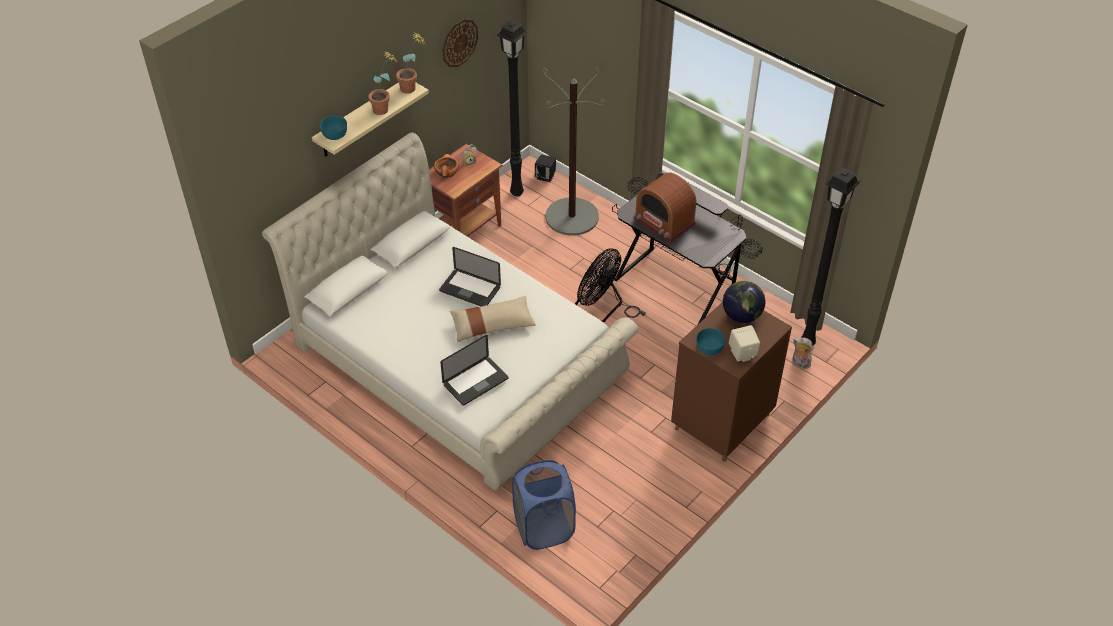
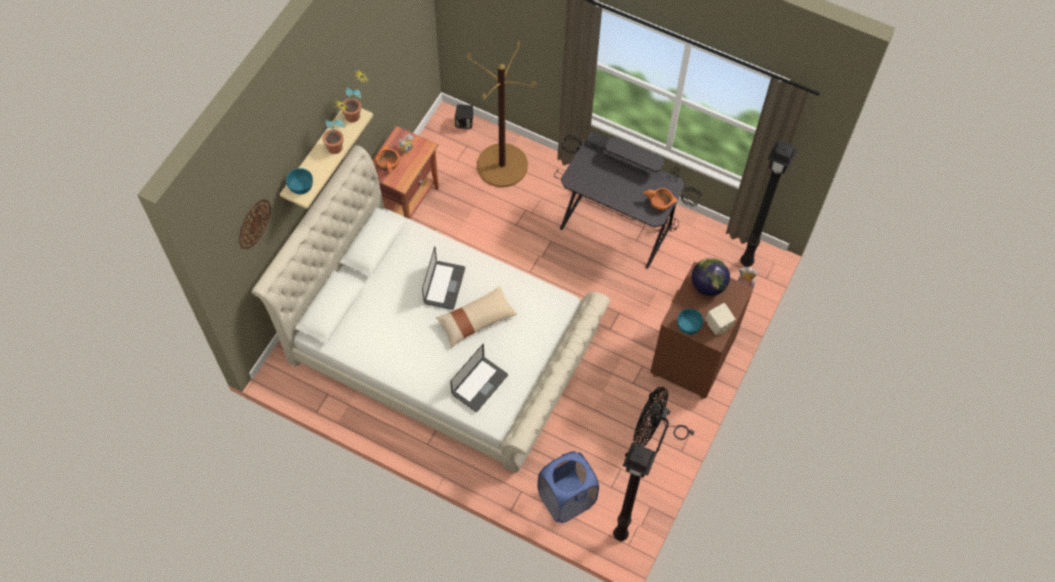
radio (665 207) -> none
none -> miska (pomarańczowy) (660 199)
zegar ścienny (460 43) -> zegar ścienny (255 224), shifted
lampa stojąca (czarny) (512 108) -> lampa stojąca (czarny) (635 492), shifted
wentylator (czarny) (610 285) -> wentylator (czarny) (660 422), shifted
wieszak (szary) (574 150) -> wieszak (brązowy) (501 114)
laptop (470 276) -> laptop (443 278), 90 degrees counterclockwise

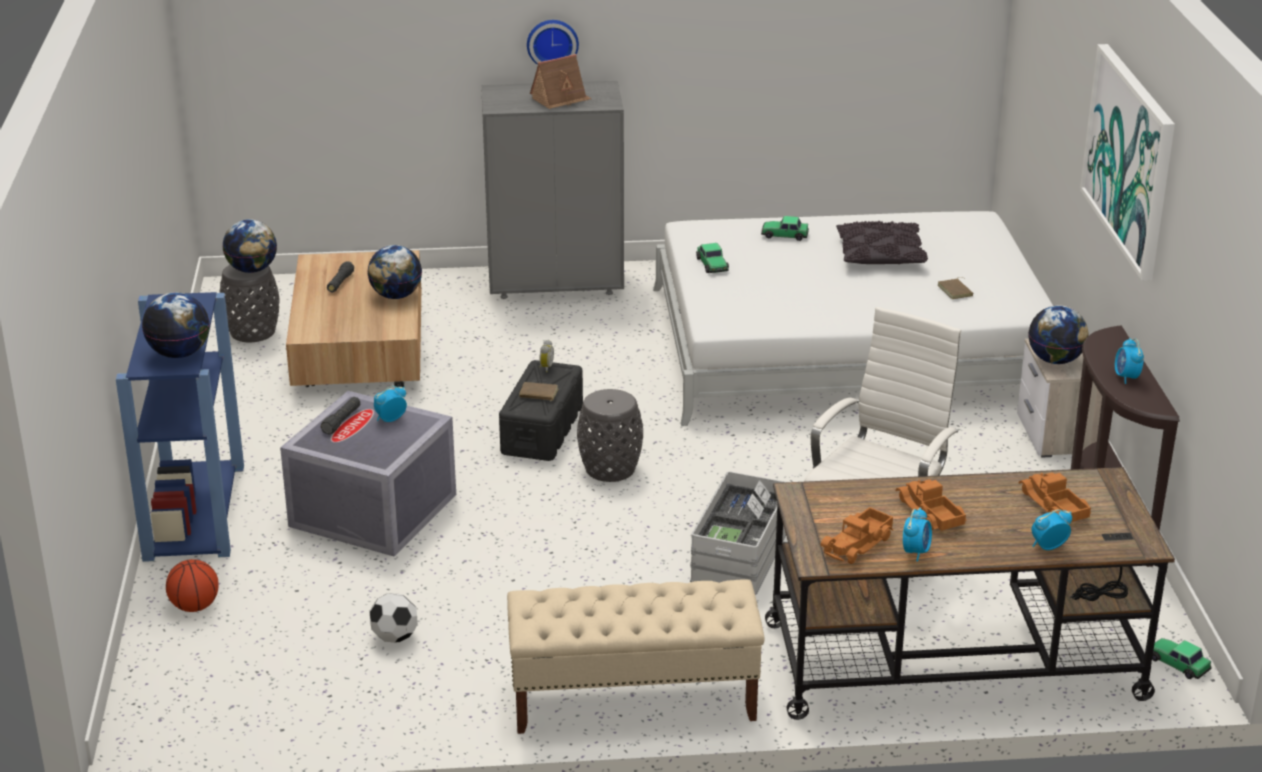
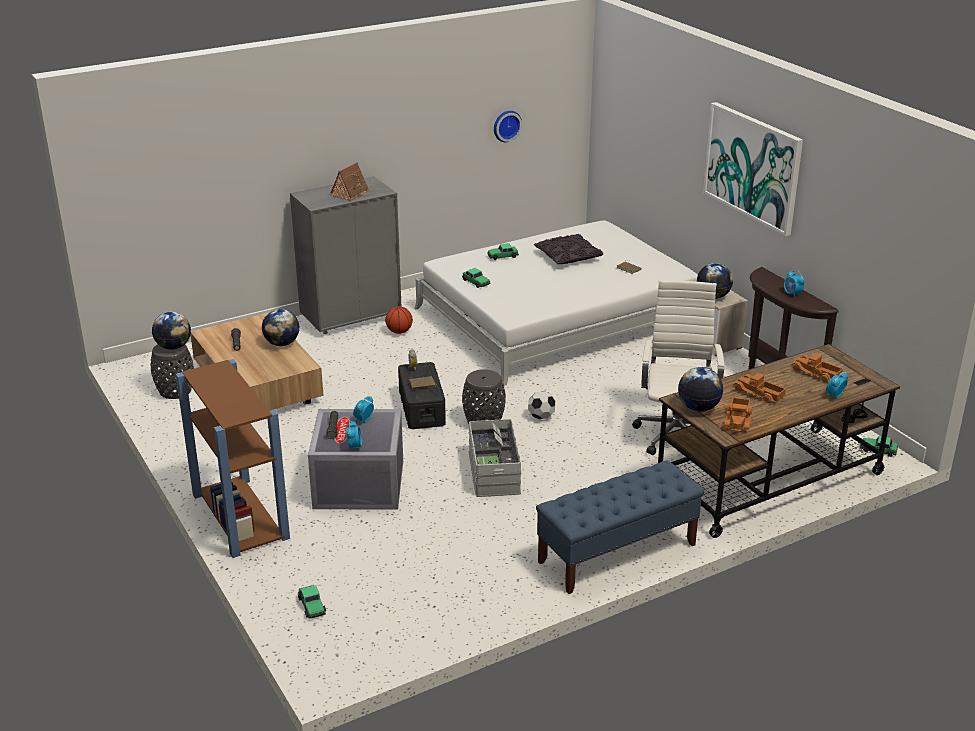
none -> samochodzik (312 602)
globus (176 325) -> globus (700 389), shifted
piłka do koszykówki (192 585) -> piłka do koszykówki (399 320), shifted
piłka futbolowa (394 618) -> piłka futbolowa (541 405), shifted
zegar ścienny (553 42) -> zegar ścienny (508 126), shifted
pojemnik do przechowywania (szary) (738 533) -> pojemnik do przechowywania (szary) (495 458), shifted
budzik (917 535) -> budzik (354 436), shifted
regał (niebieski) (180 427) -> regał (brązowy) (233 458)
ławka (beżowy) (636 656) -> ławka (niebieski) (620 527)

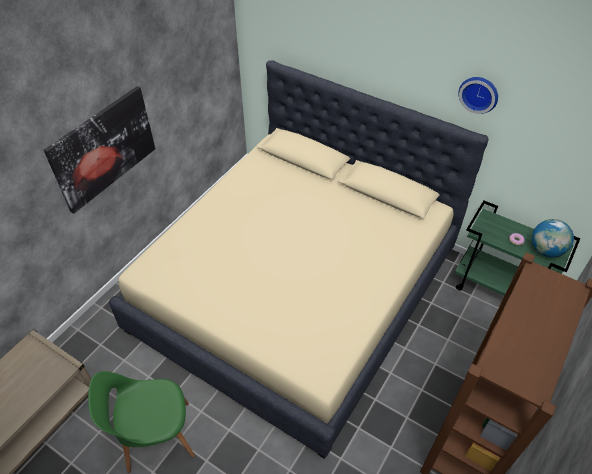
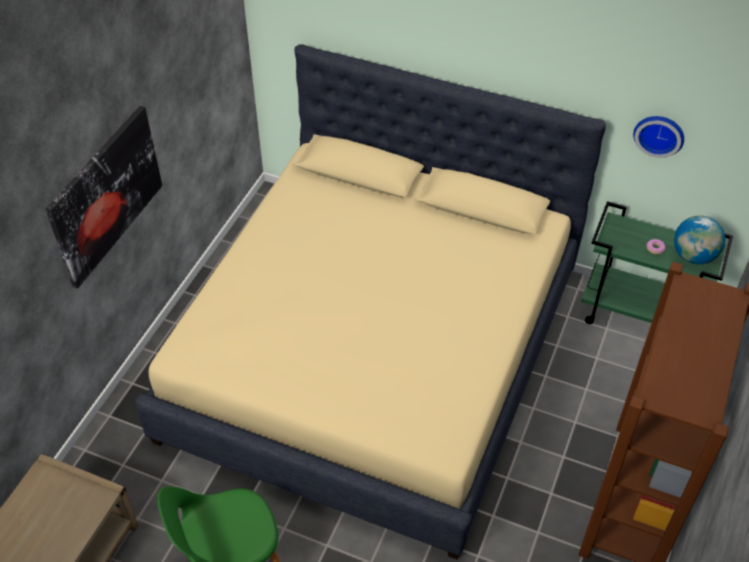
zegar ścienny (478 95) -> zegar ścienny (658 137), shifted

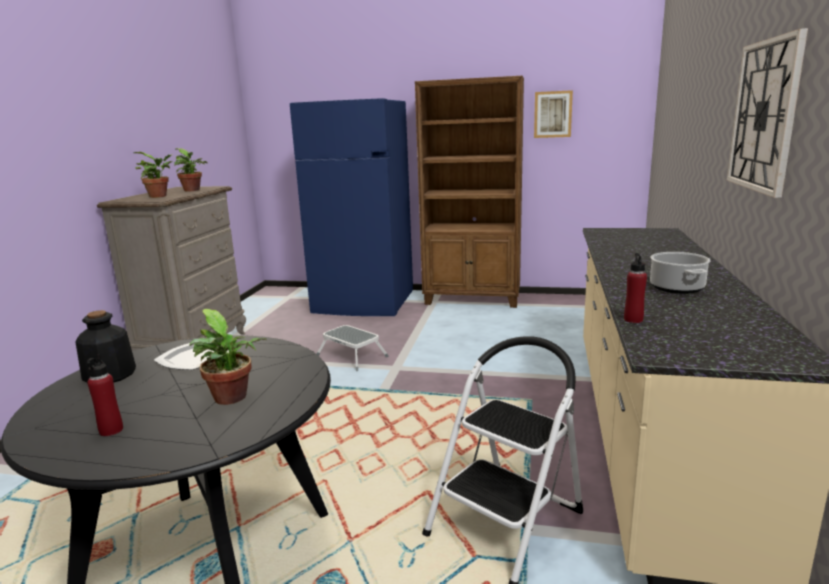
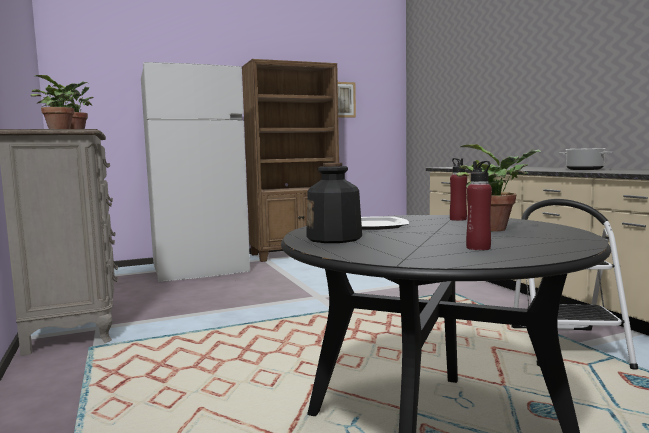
drabinka (szary) (353 348) -> none
zegar ścienny (767 113) -> none
butelka (czerwony) (635 288) -> butelka (czerwony) (458 189), shifted
lodówka (niebieski) (351 207) -> lodówka (biały) (195 172)

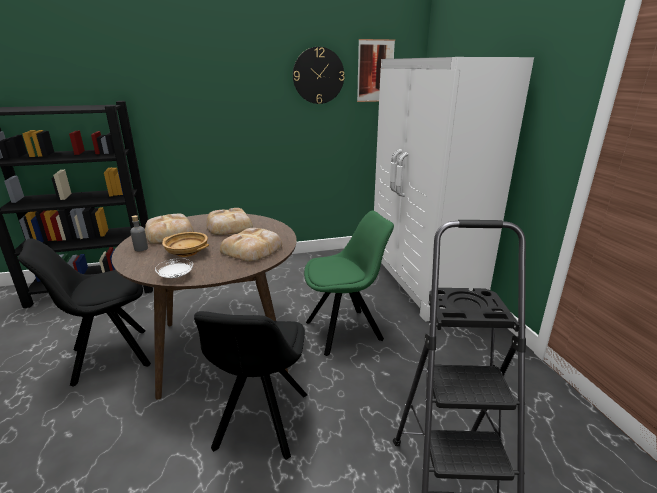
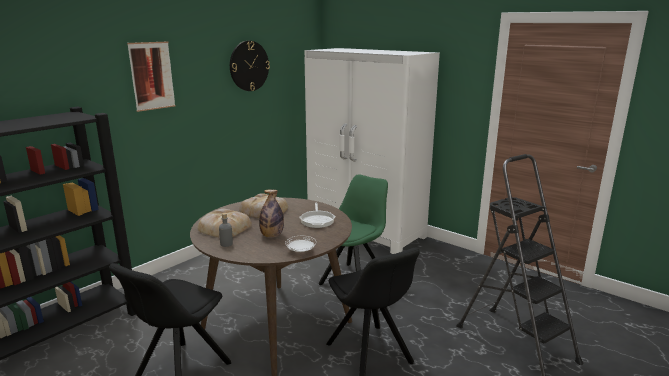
obraz (376 70) -> obraz (151 77), shifted
miska (beżowy) (185 244) -> butelka (271 214)
chleb (251 245) -> patelnia (317 215)

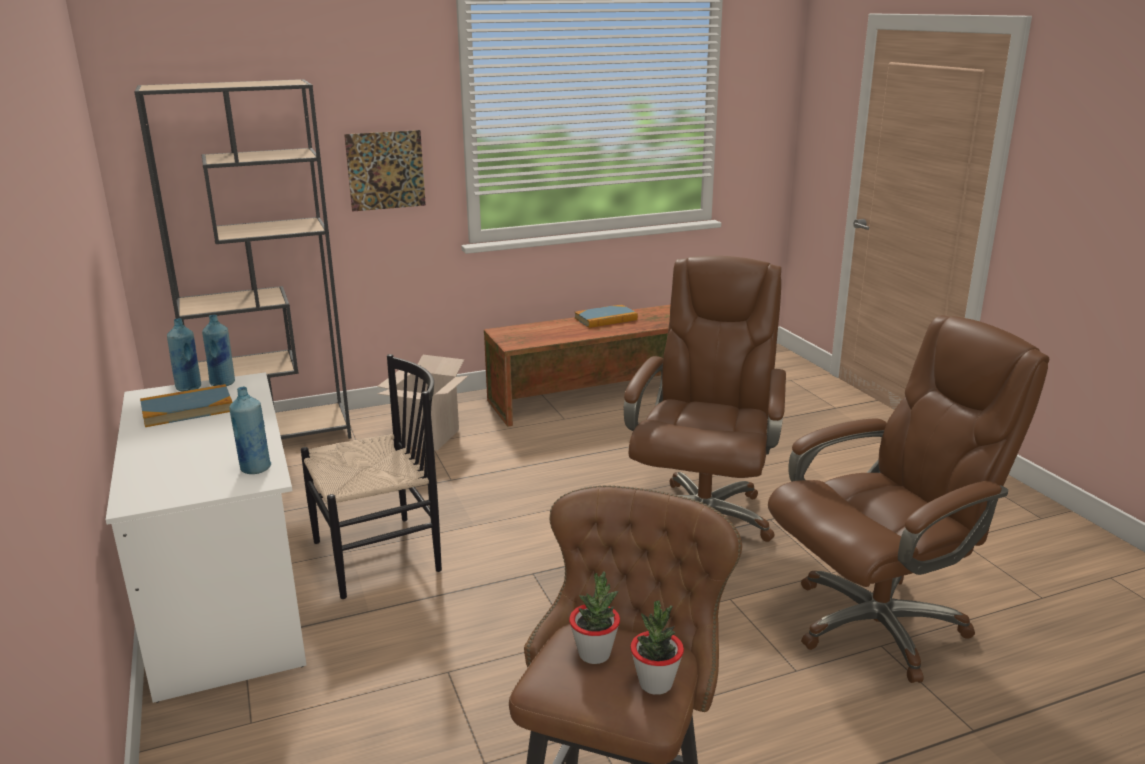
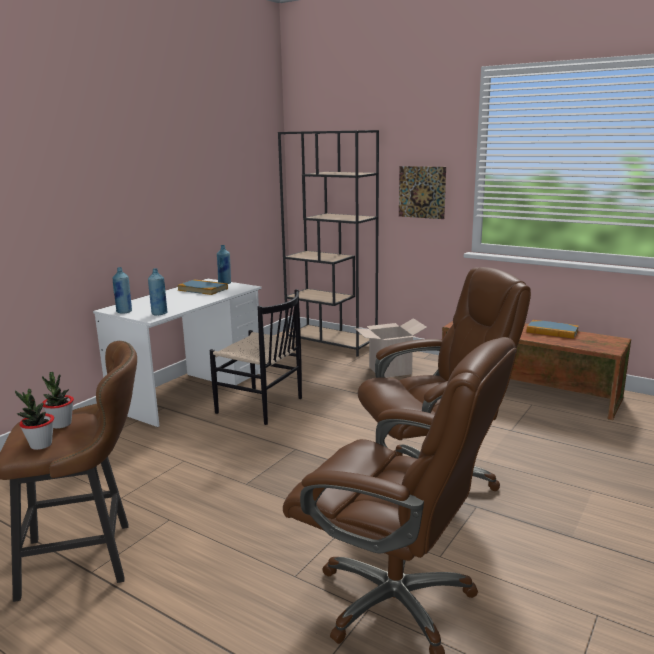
butelka (niebieski) (218 350) -> butelka (niebieski) (122 290), shifted

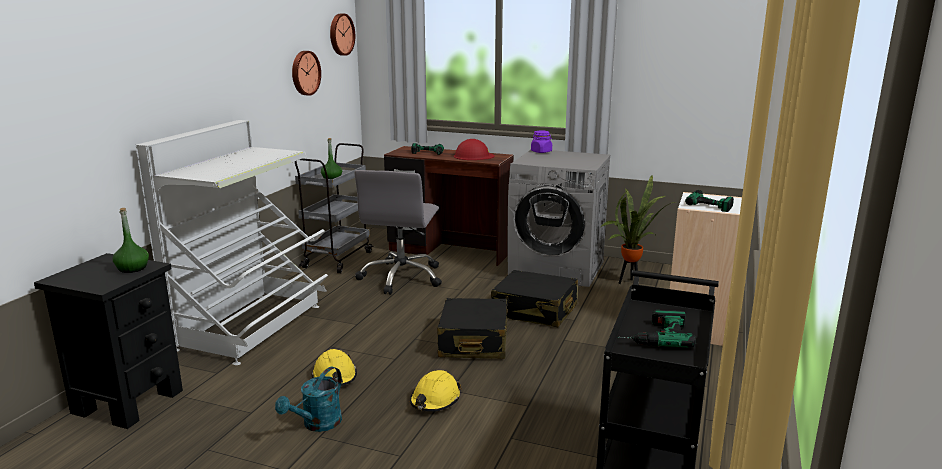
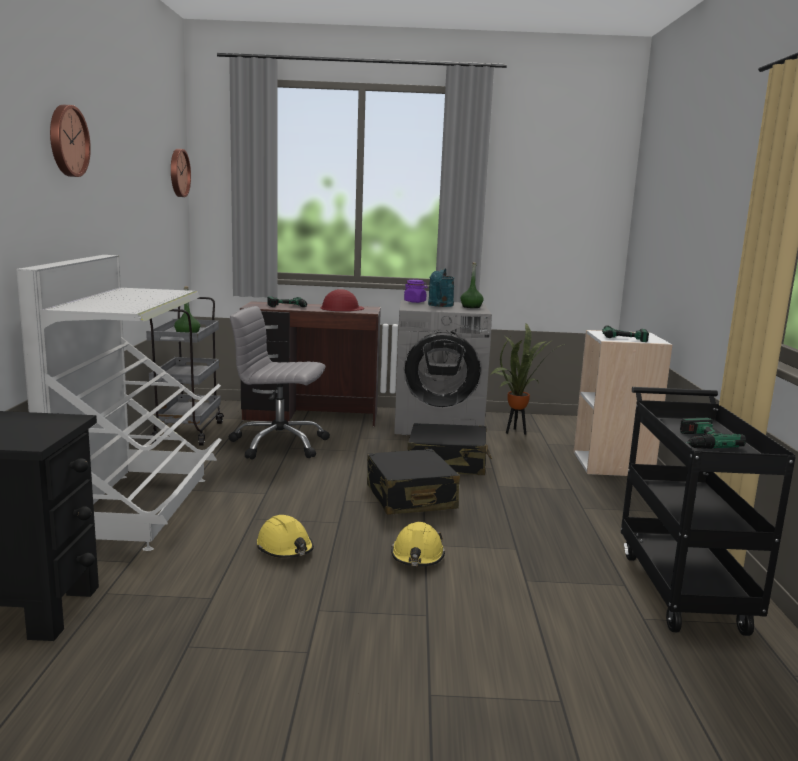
butelka (zielony) (130 240) -> butelka (zielony) (472 285), shifted
konewka (turkusowy) (308 399) -> konewka (turkusowy) (441 287), shifted
zegar ścienny (306 73) -> zegar ścienny (70 141), shifted
krzesło biurowe (szary) (398 232) -> krzesło biurowe (szary) (279 383), 105 degrees clockwise

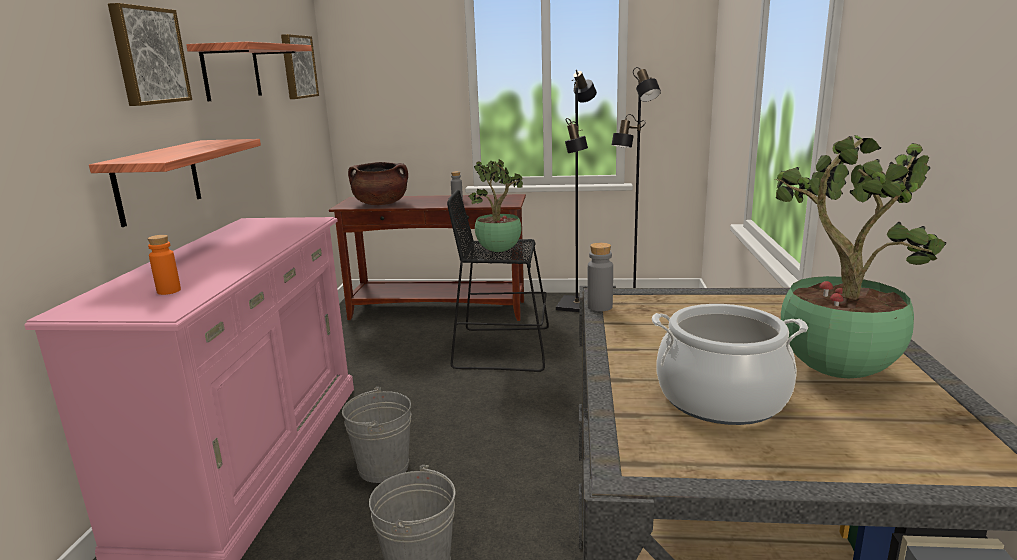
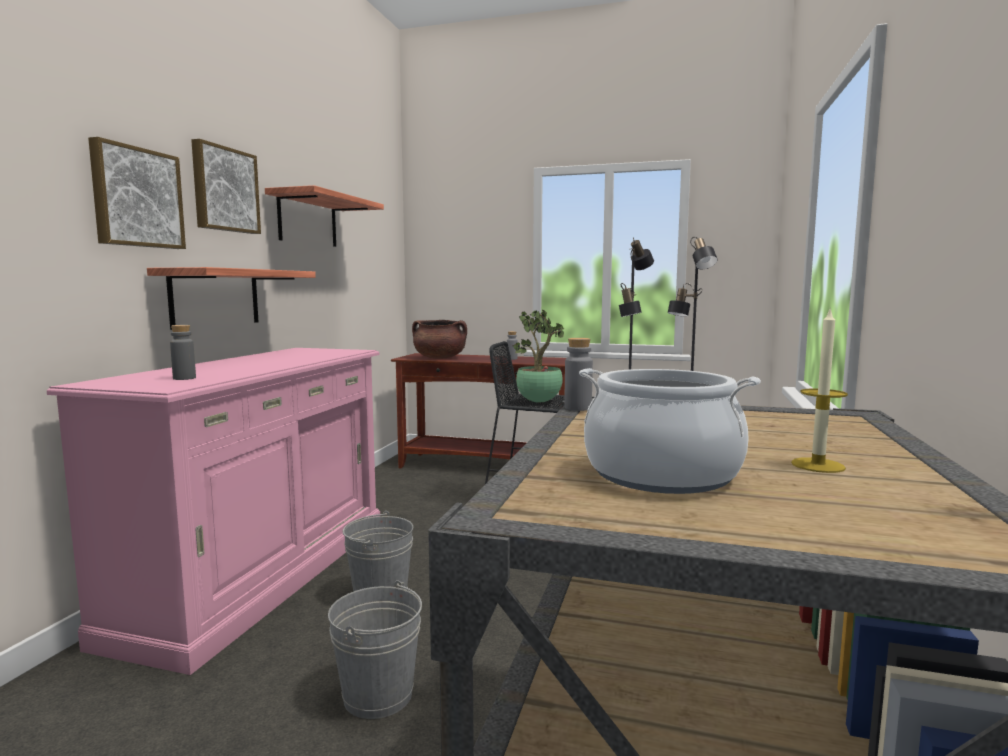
obraz (300 66) -> obraz (137 193), shifted
roślina doniczkowa (860 256) -> świeca (819 390)
butelka (pomarańczowy) (164 265) -> butelka (szary) (183 352)

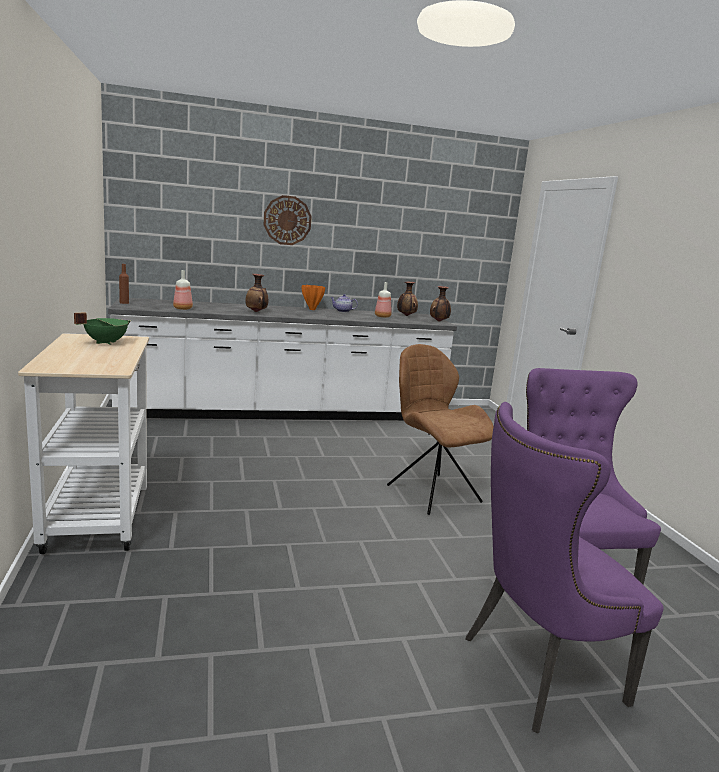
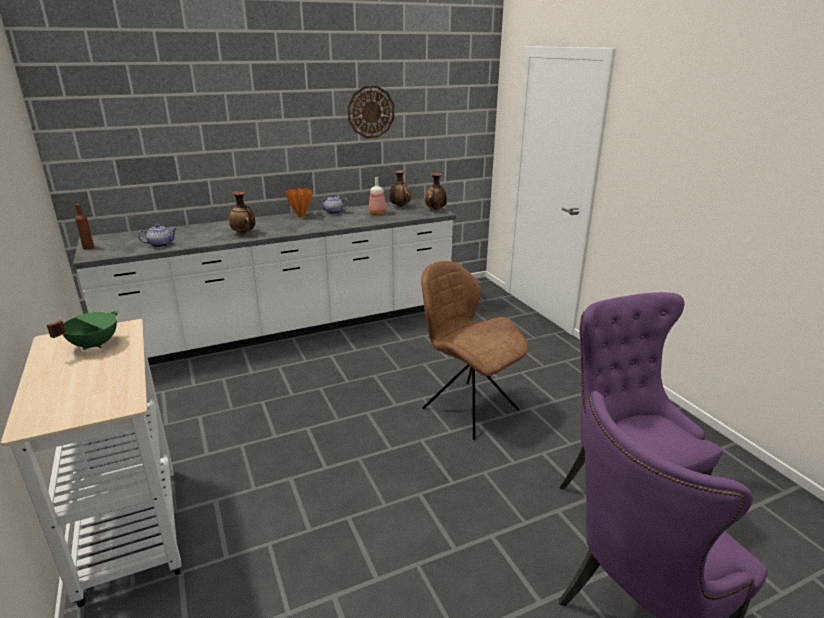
zegar ścienny (288 220) -> zegar ścienny (371 112), shifted
butelka (183 290) -> imbryk (157 236)

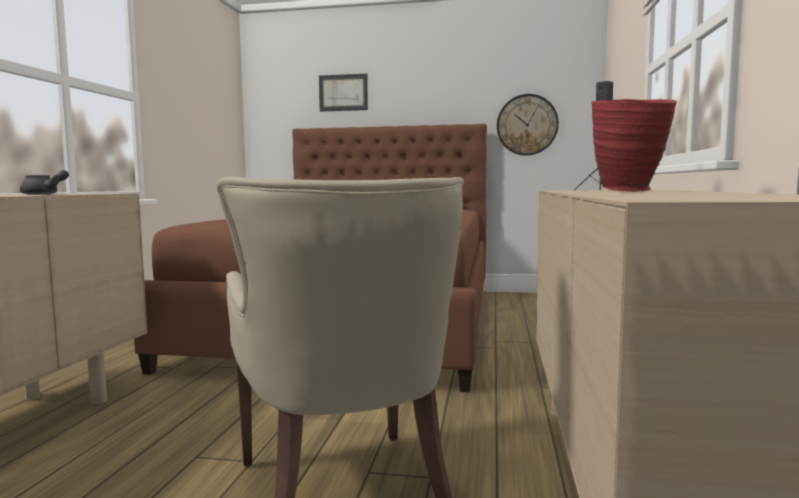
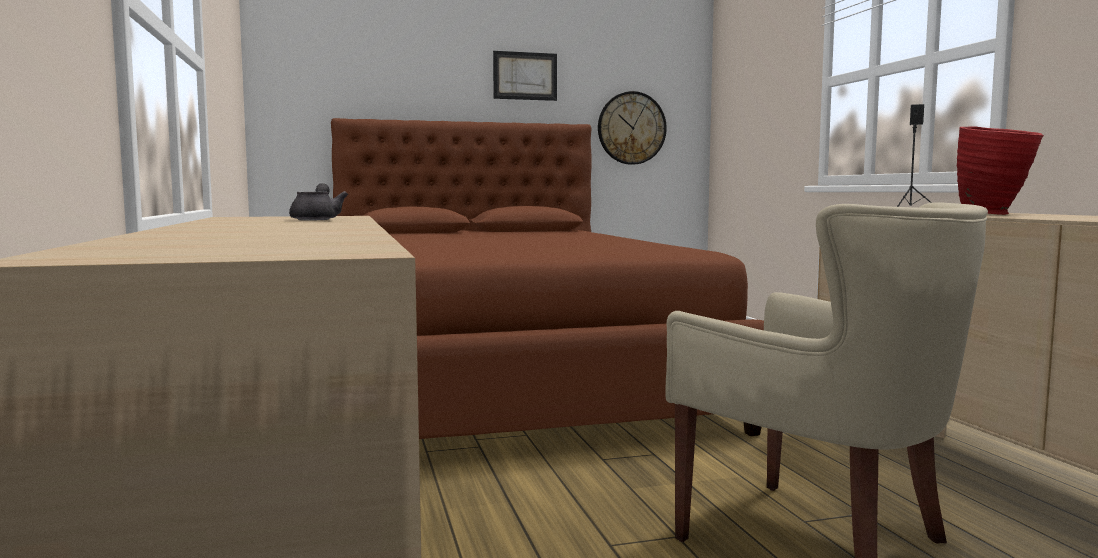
obraz (343 93) -> obraz (525 76), shifted

